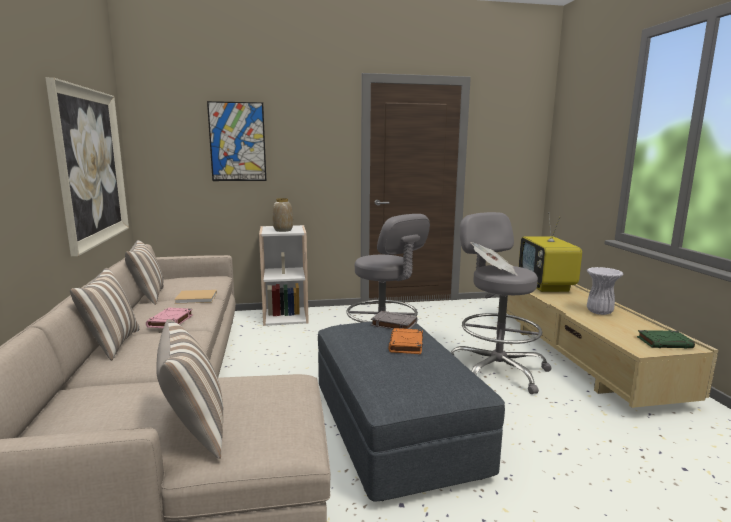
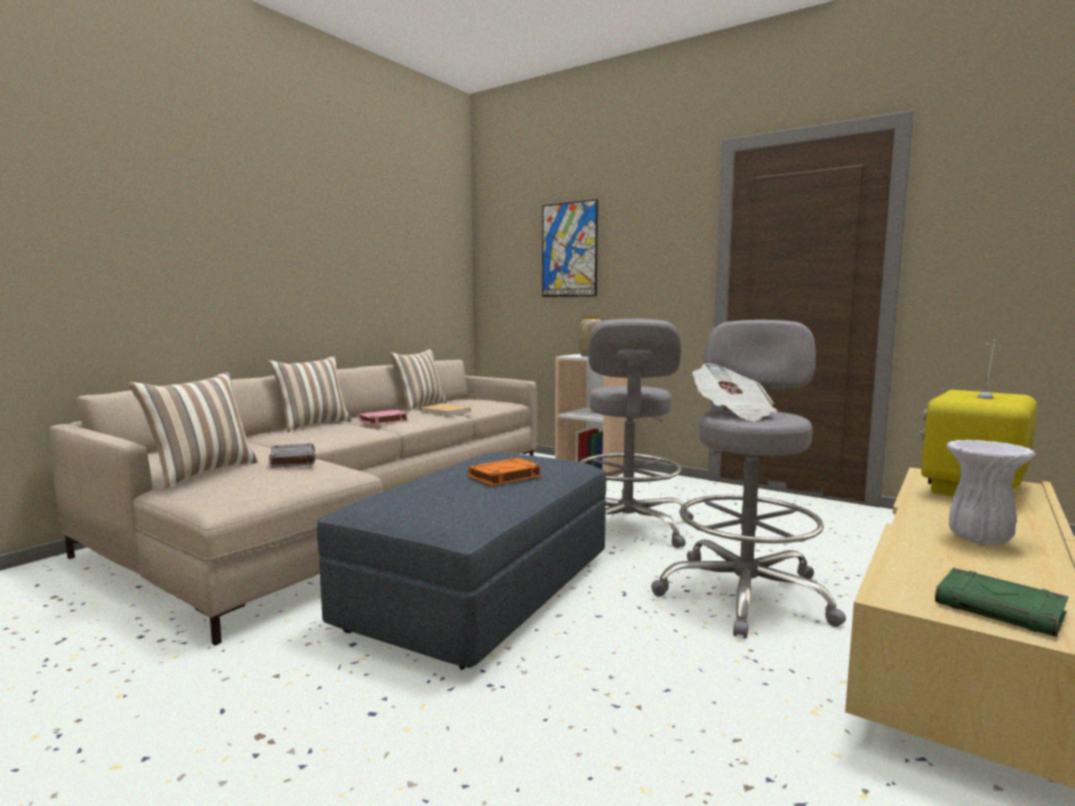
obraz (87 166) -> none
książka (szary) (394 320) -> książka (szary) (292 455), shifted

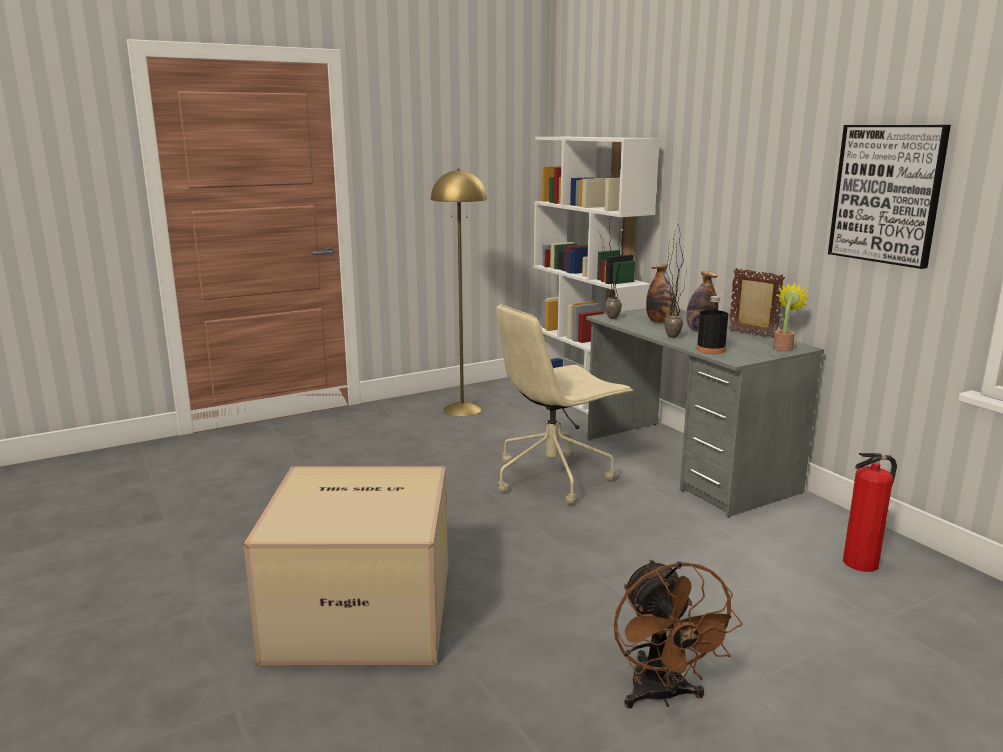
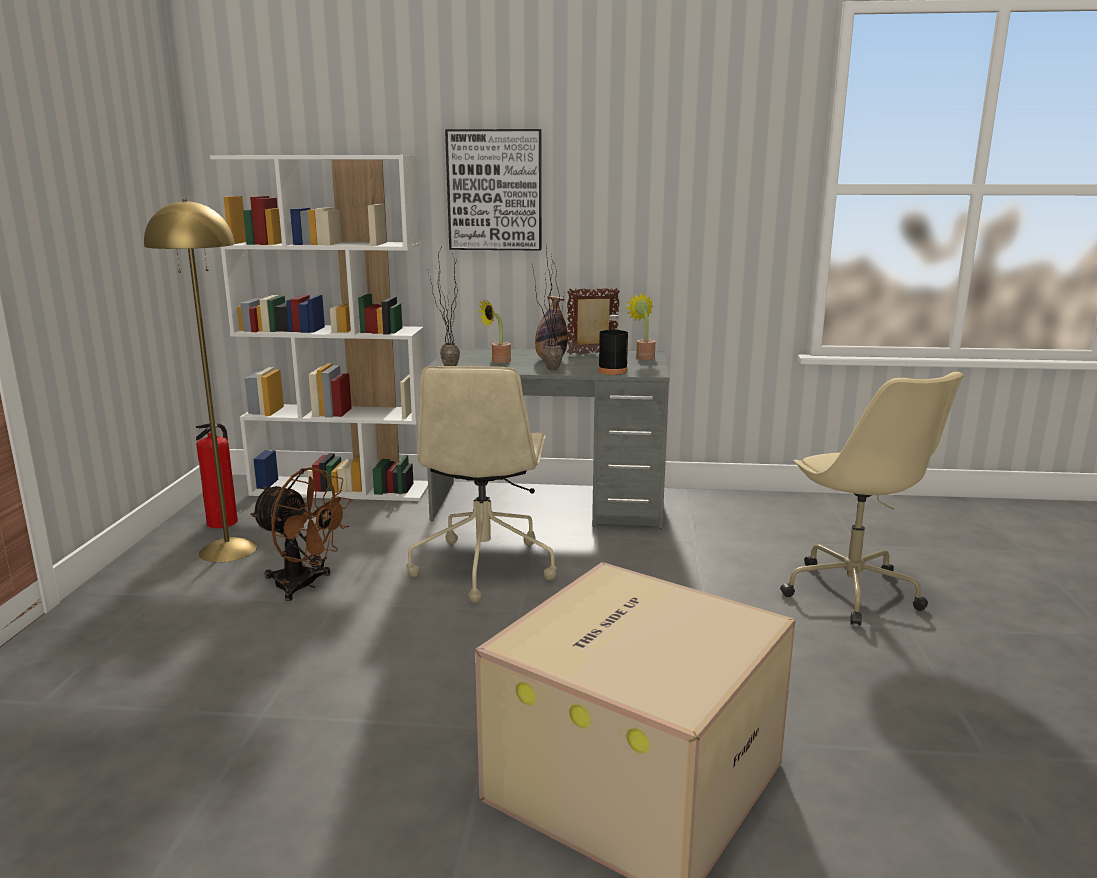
none -> krzesło biurowe (beżowy) (872 498)
wentylator (brązowy) (678 633) -> wentylator (brązowy) (300 534), shifted
obraz (889 197) -> obraz (493 190), shifted
gaśnica (870 512) -> gaśnica (217 475), shifted
butelka (661 293) -> roślina doniczkowa (494 330)

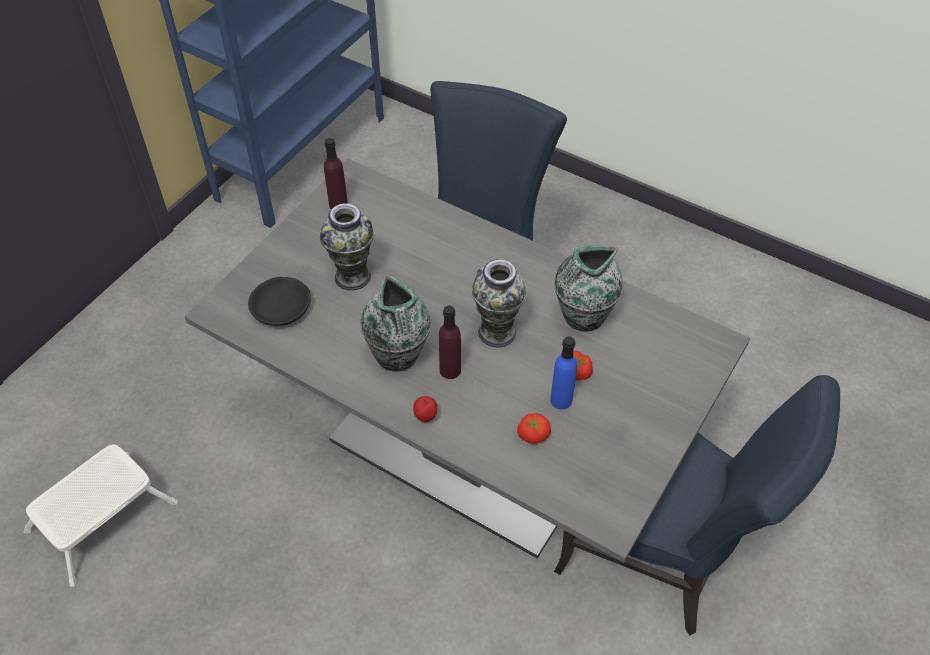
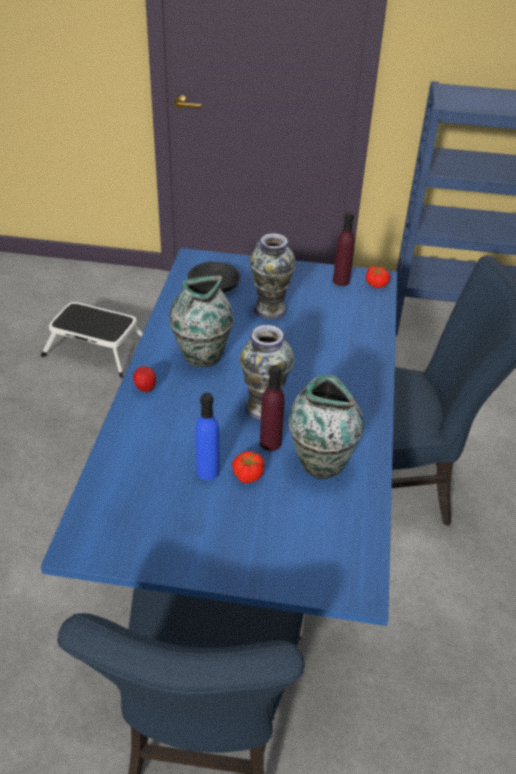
butelka (fioletowy) (450 342) -> butelka (fioletowy) (272 408), shifted
pomidor (534 428) -> pomidor (378 277), shifted
drabinka (biały) (101 515) -> drabinka (czarny) (92 340)
stół jadalny (szary) (467 360) -> stół jadalny (niebieski) (219 444)

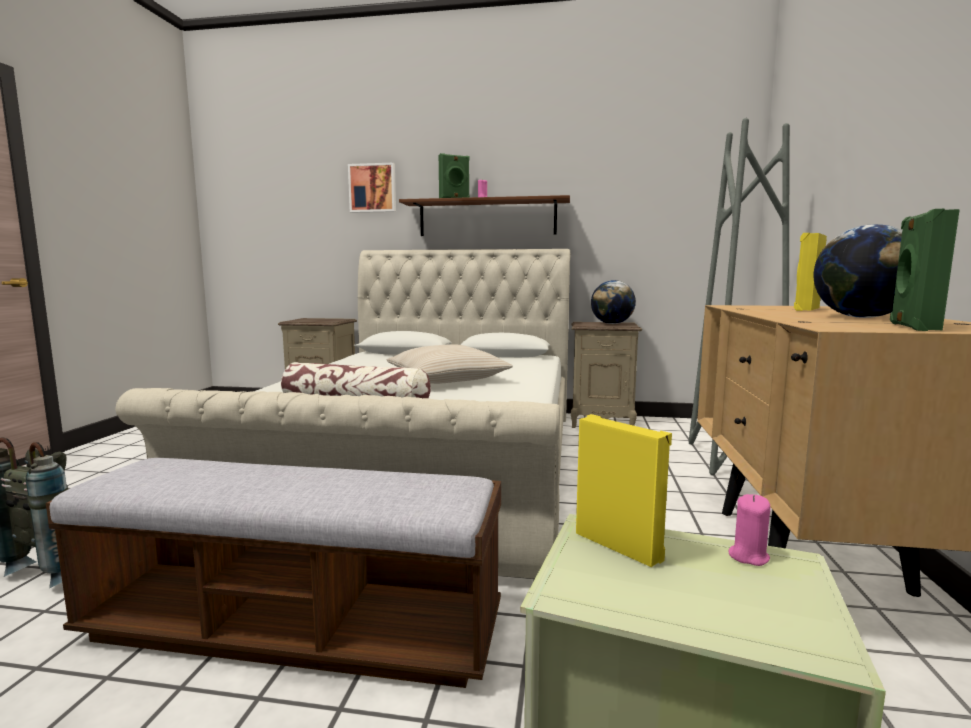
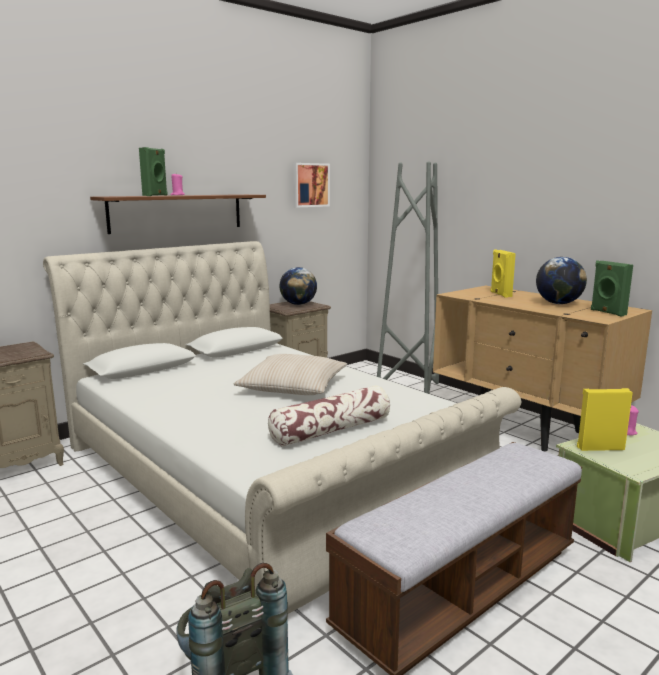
obraz (372 188) -> obraz (311 185), shifted

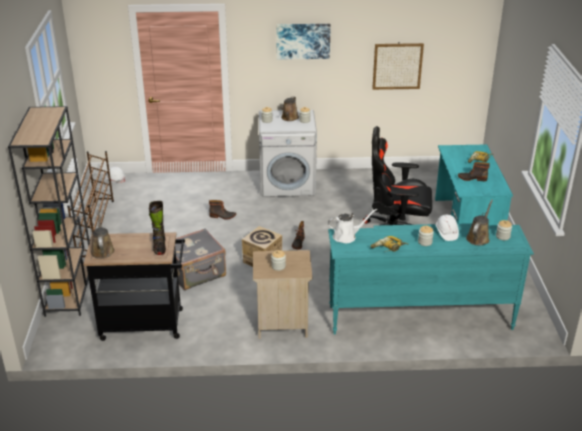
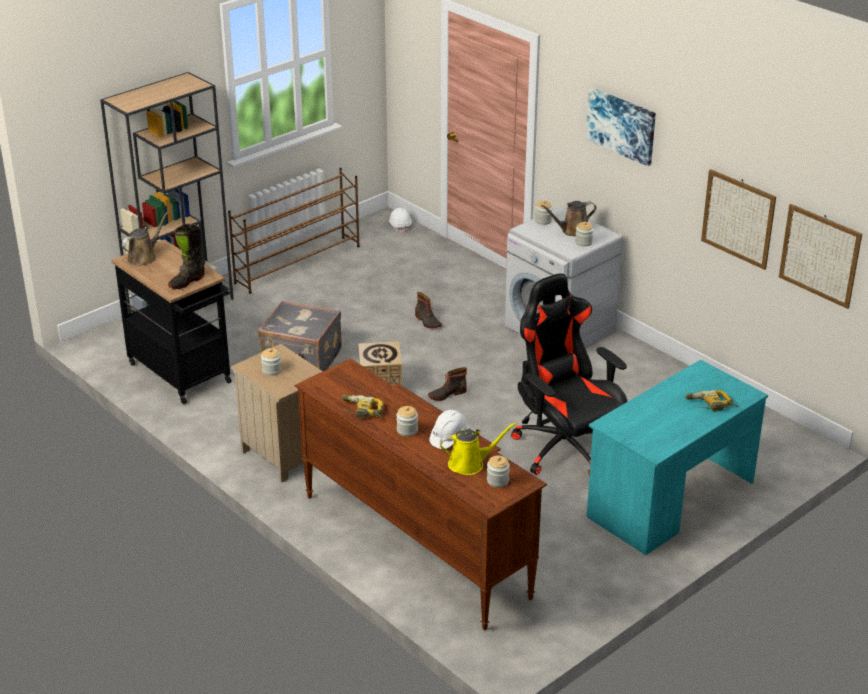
konewka (biały) (352 226) -> none
but z cholewką (474 171) -> none
none -> obraz (820 256)
szafka (turkusowy) (431 279) -> szafka (brązowy) (421 494)
konewka (brązowy) (479 223) -> konewka (żółty) (478 449)

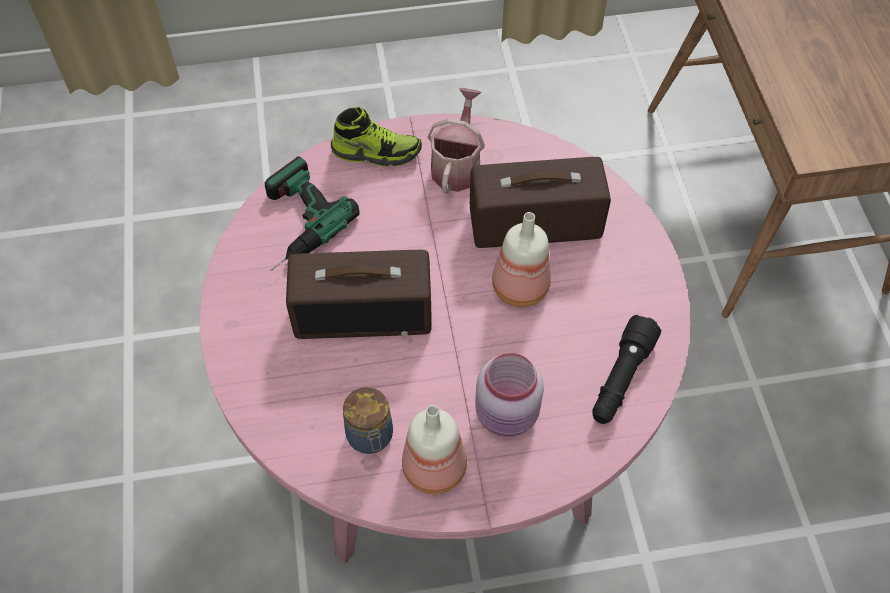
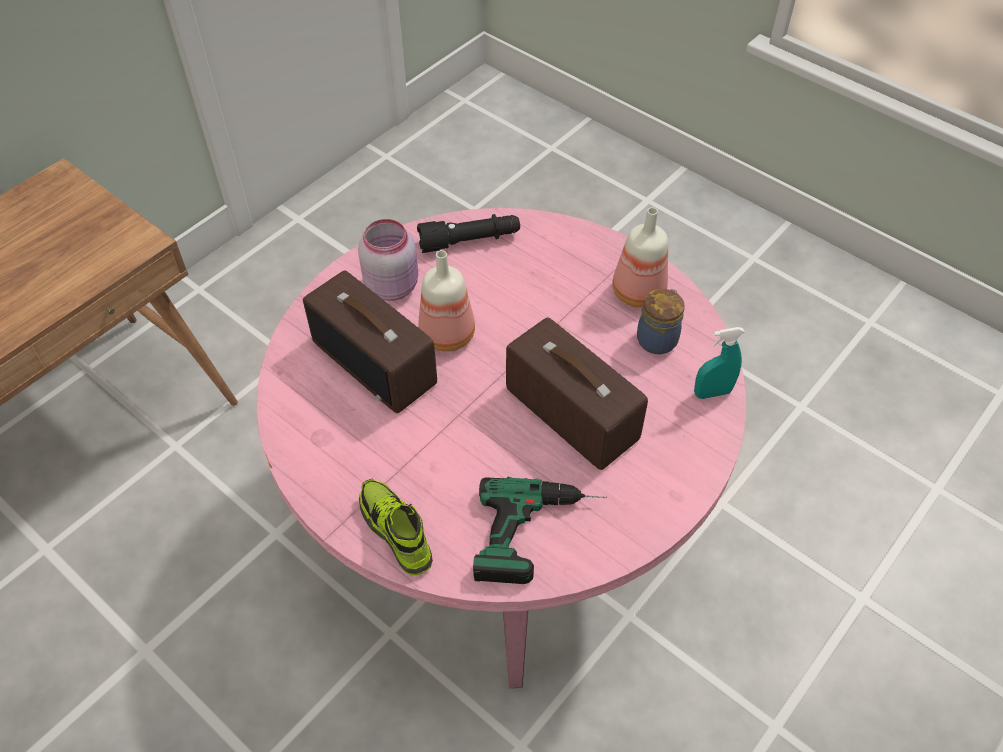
konewka (456 141) -> none
none -> spryskiwacz (turkusowy) (719 363)
słoik (różowy) (509 395) -> słoik (różowy) (388 260), shifted

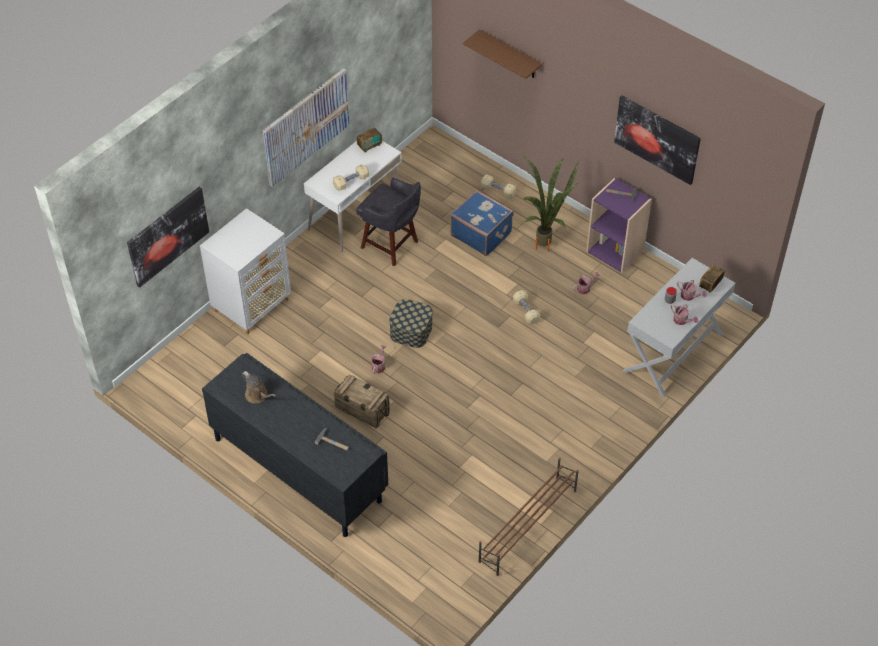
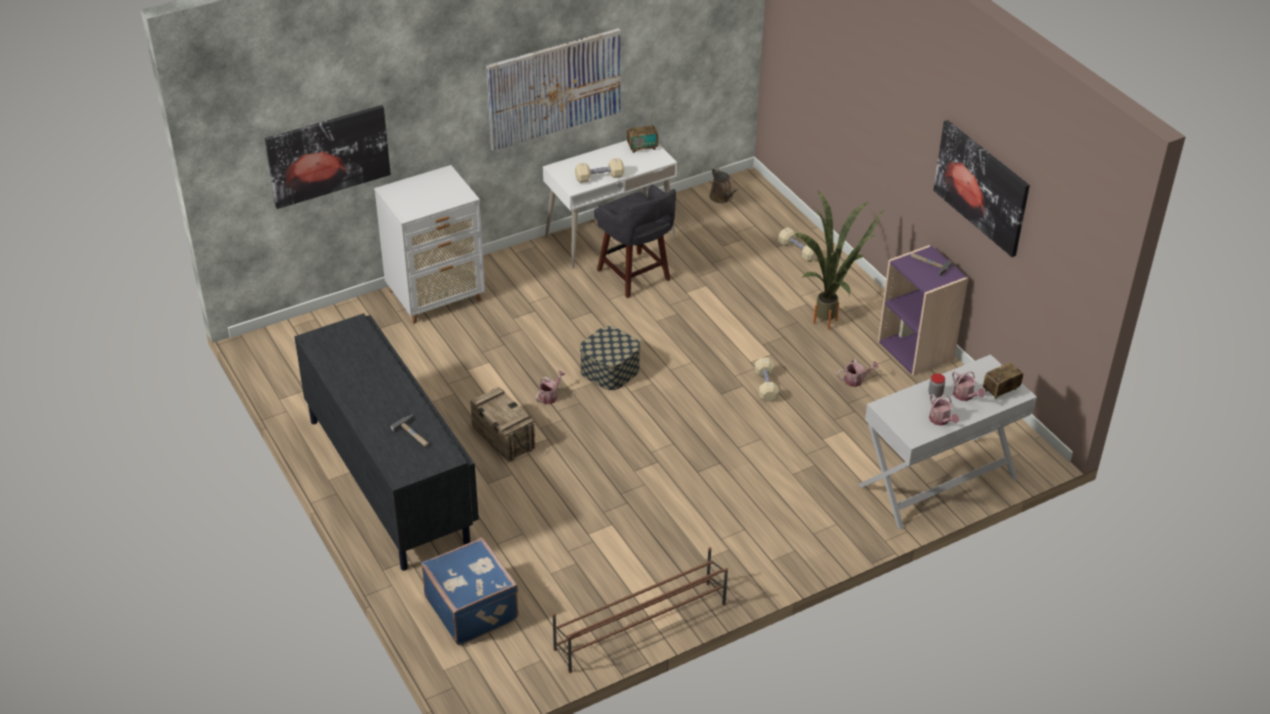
półka (brązowy) (502 54) -> none
konewka (brązowy) (259 387) -> konewka (brązowy) (724 185), shifted
walizka (niebieski) (482 223) -> walizka (niebieski) (469 591), shifted

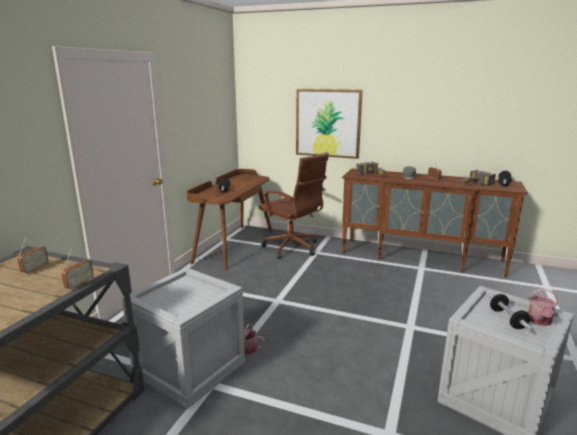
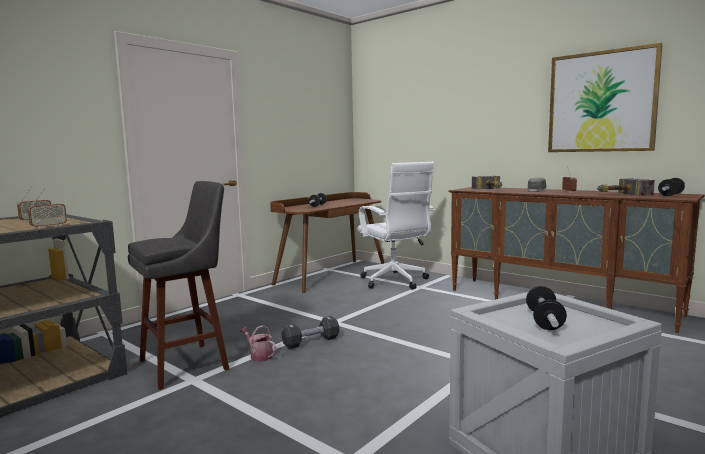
konewka (542 307) -> none
none -> hantel (czarny) (310 332)
obraz (329 124) -> obraz (605 97), shifted
skrzynka (183 337) -> stołek (szary) (179 285)
krzesło biurowe (brązowy) (294 205) -> krzesło biurowe (biały) (396 225)

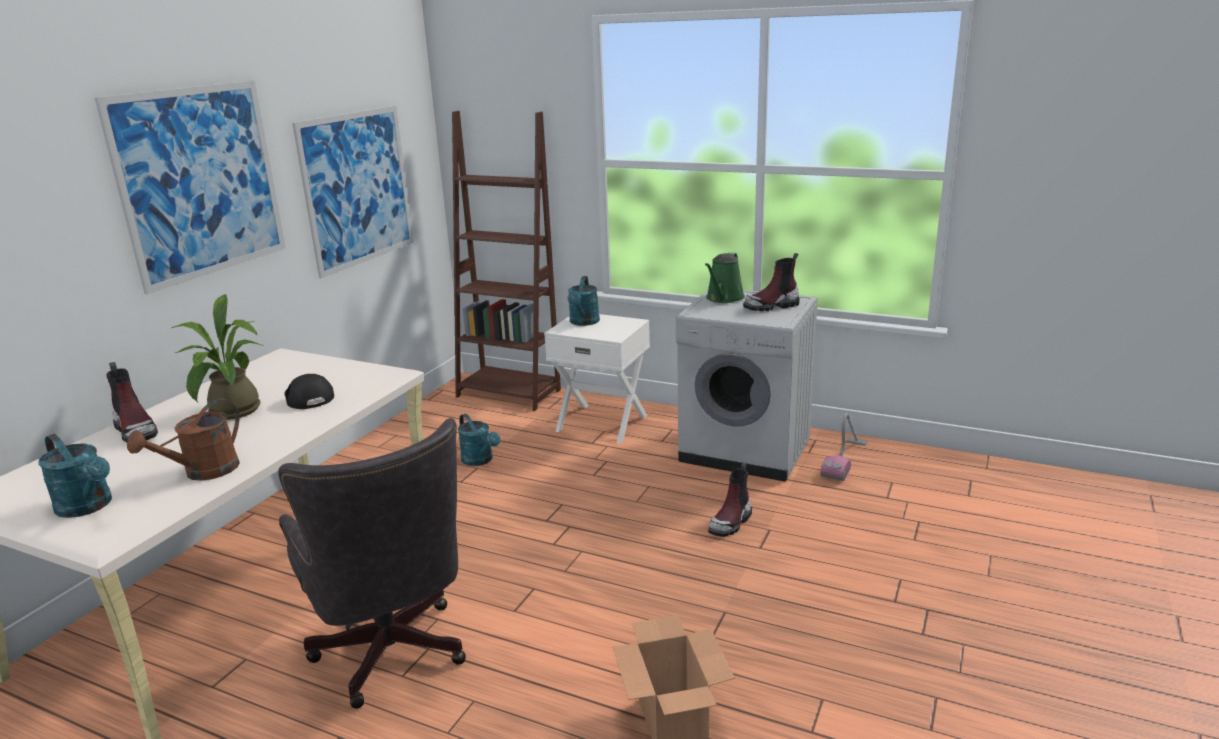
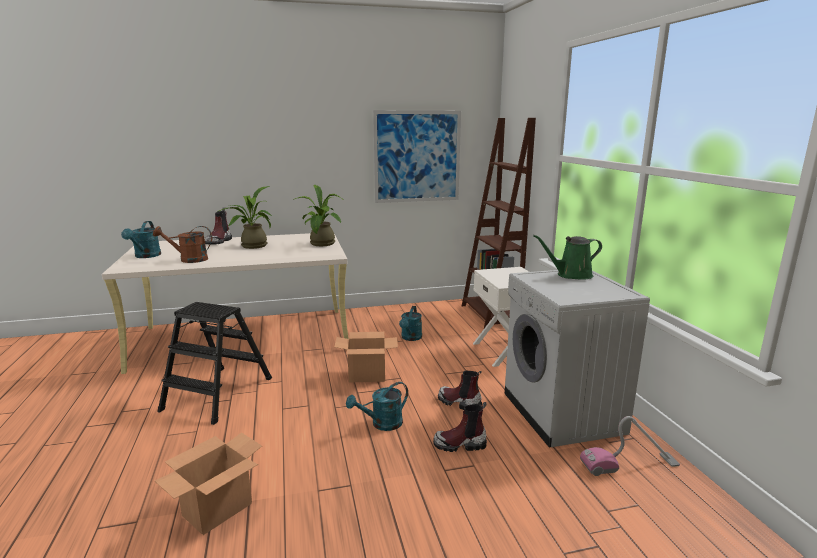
obraz (190 187) -> none
czapka z daszkiem (czarny) (309 391) -> none
none -> roślina doniczkowa (319 215)
none -> karton (366 357)
konewka (turkusowy) (584 301) -> konewka (turkusowy) (377 406), shifted
but z cholewką (771 282) -> but z cholewką (460 390), shifted
krzesło biurowe (szary) (372 563) -> drabinka (czarny) (214 363)

